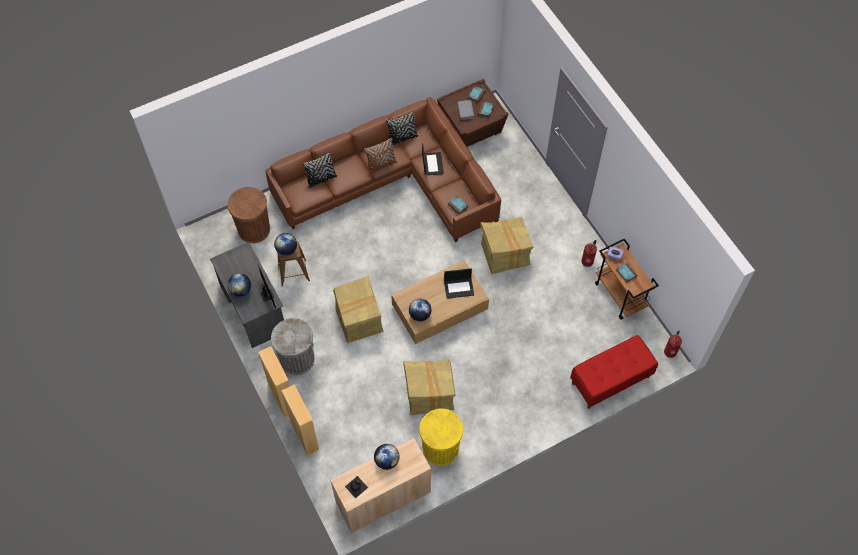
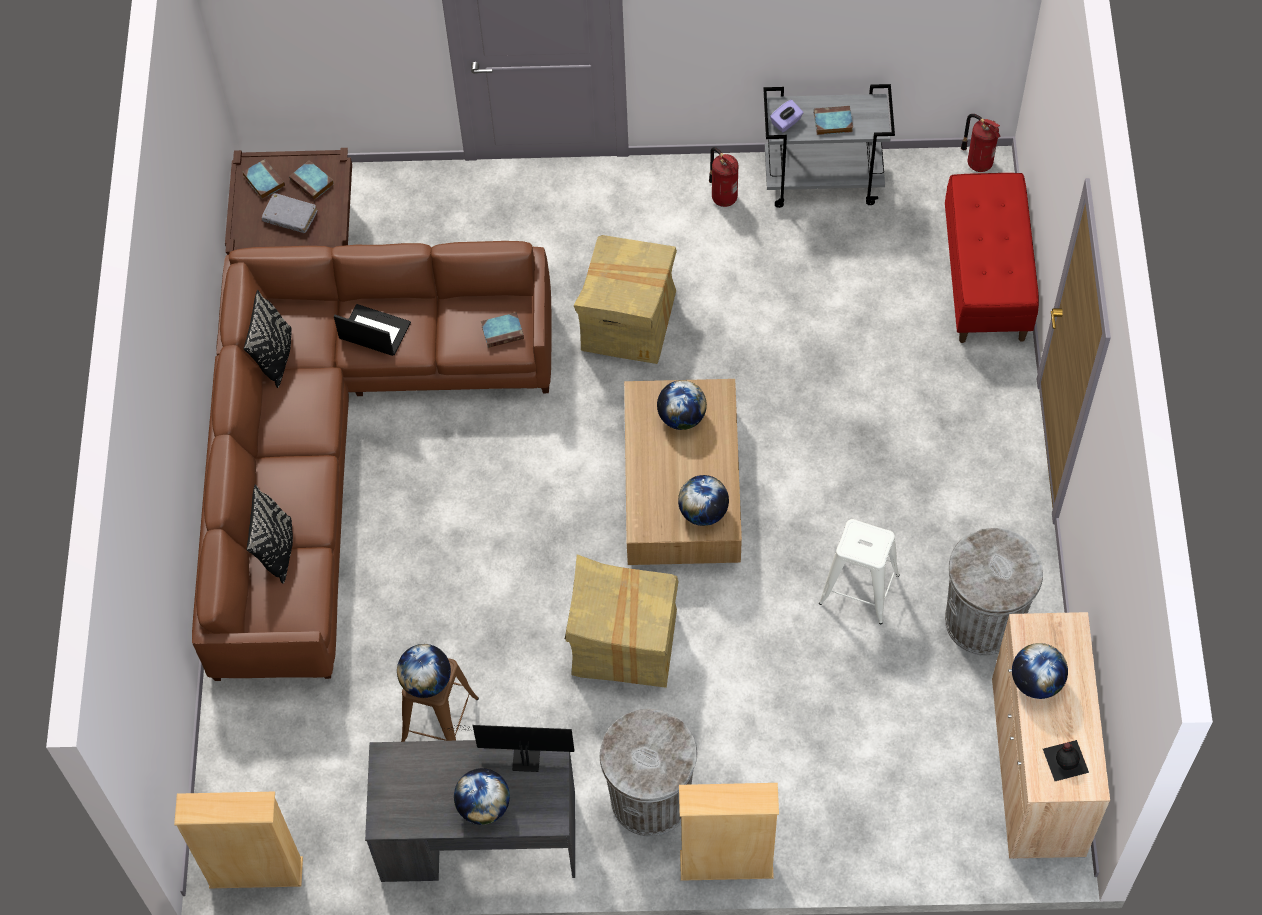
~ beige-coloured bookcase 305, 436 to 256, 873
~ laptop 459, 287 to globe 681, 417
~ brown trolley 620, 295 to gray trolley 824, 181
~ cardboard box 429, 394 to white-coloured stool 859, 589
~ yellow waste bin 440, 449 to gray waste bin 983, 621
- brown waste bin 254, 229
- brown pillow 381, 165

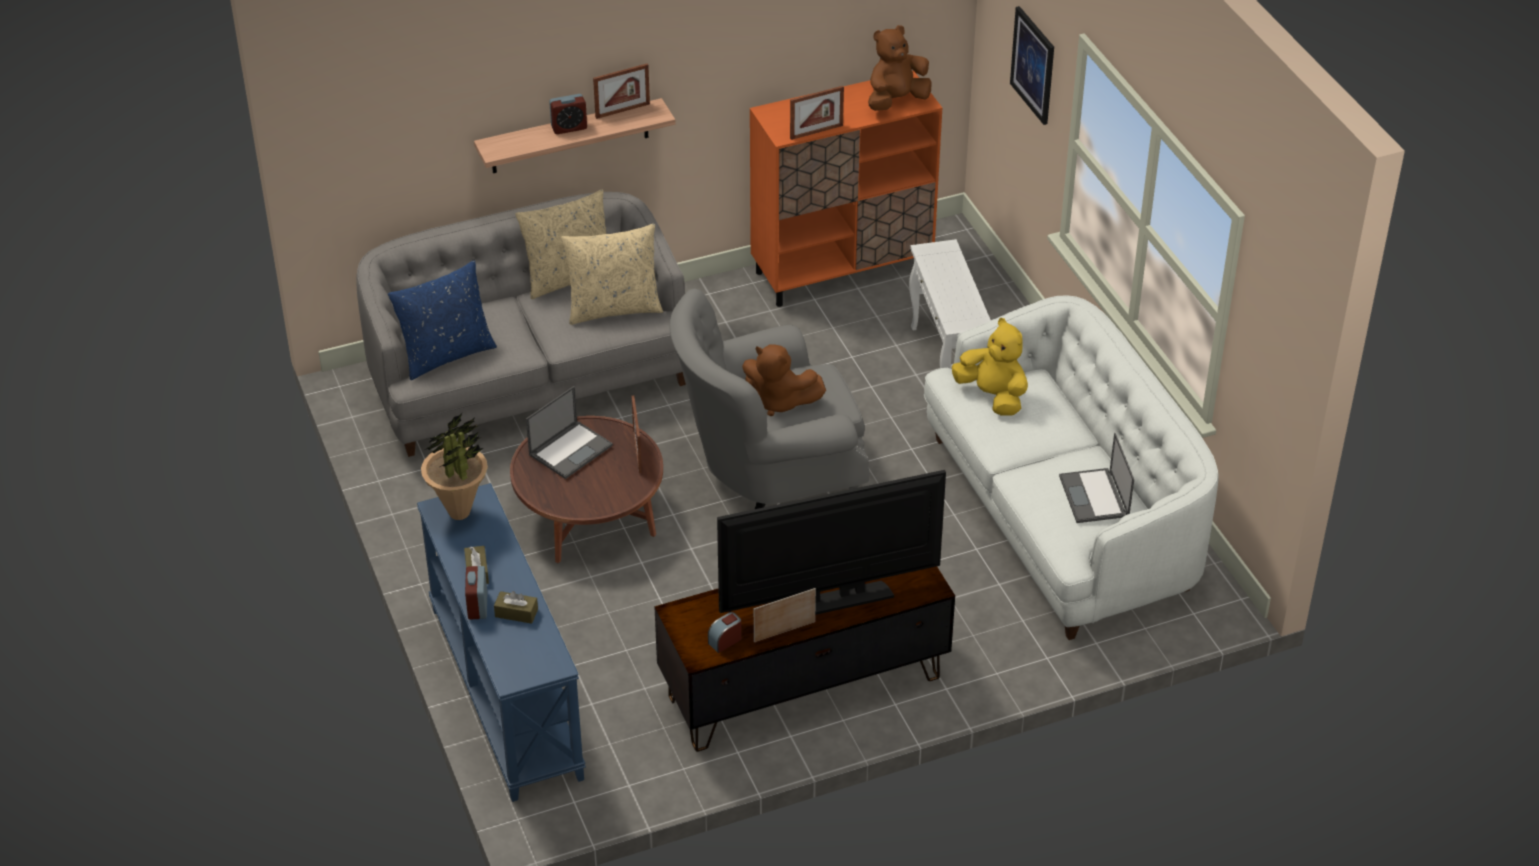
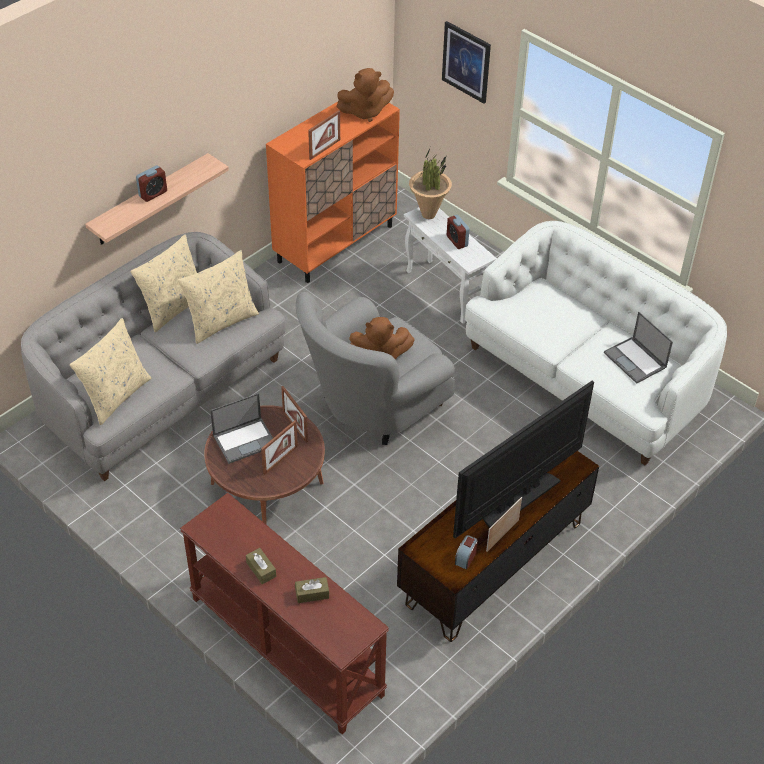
~ bluish pillow 446, 354 to beige-coloured pillow 116, 396
~ bluish console table 504, 692 to brown console table 284, 646
~ laptop 571, 449 = 245, 440 45 degrees clockwise
~ standing frame 622, 110 to 280, 460
~ brown plush toy 896, 101 = 365, 112 135 degrees counterclockwise
~ plant in a pot 459, 512 to 428, 214
~ alarm clock 477, 606 to 457, 241
- yellow plush toy 992, 396

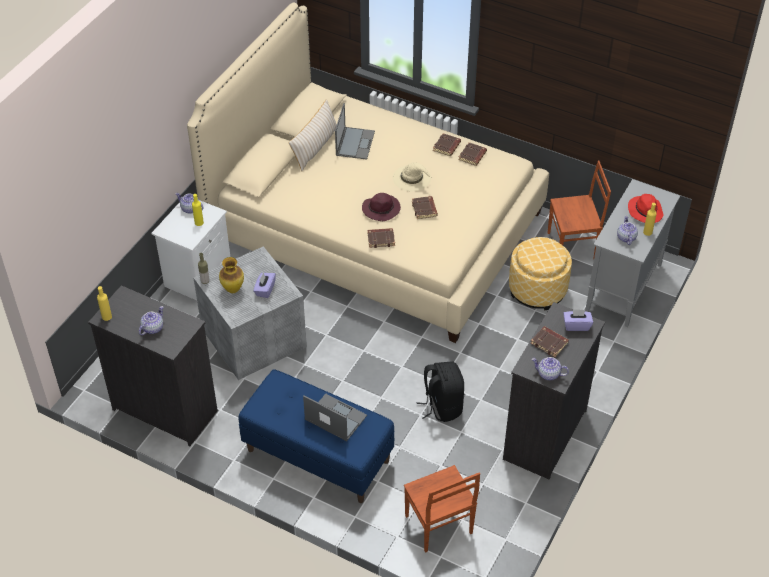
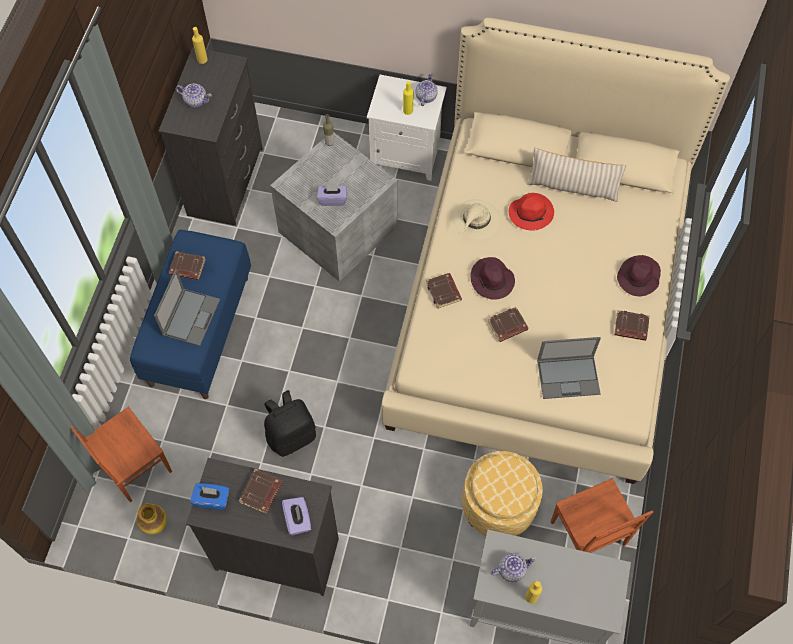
~ flower vase 233, 290 to 155, 526
~ brown bound book 472, 156 to 187, 268
~ pot for tea 548, 374 to bluish box of tissues 212, 500
~ beige-coloured wearable hat 412, 178 to 476, 220
~ reddish wearable hat 645, 211 to 531, 213
~ laptop 355, 143 to 569, 376
+ purple-coloured wearable hat 638, 278

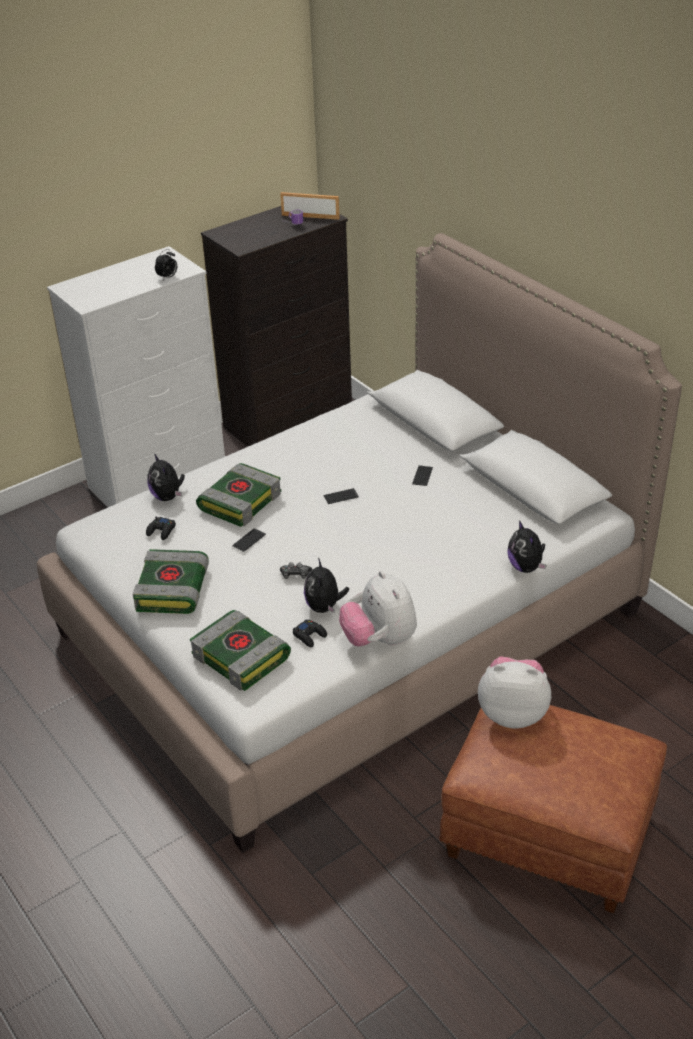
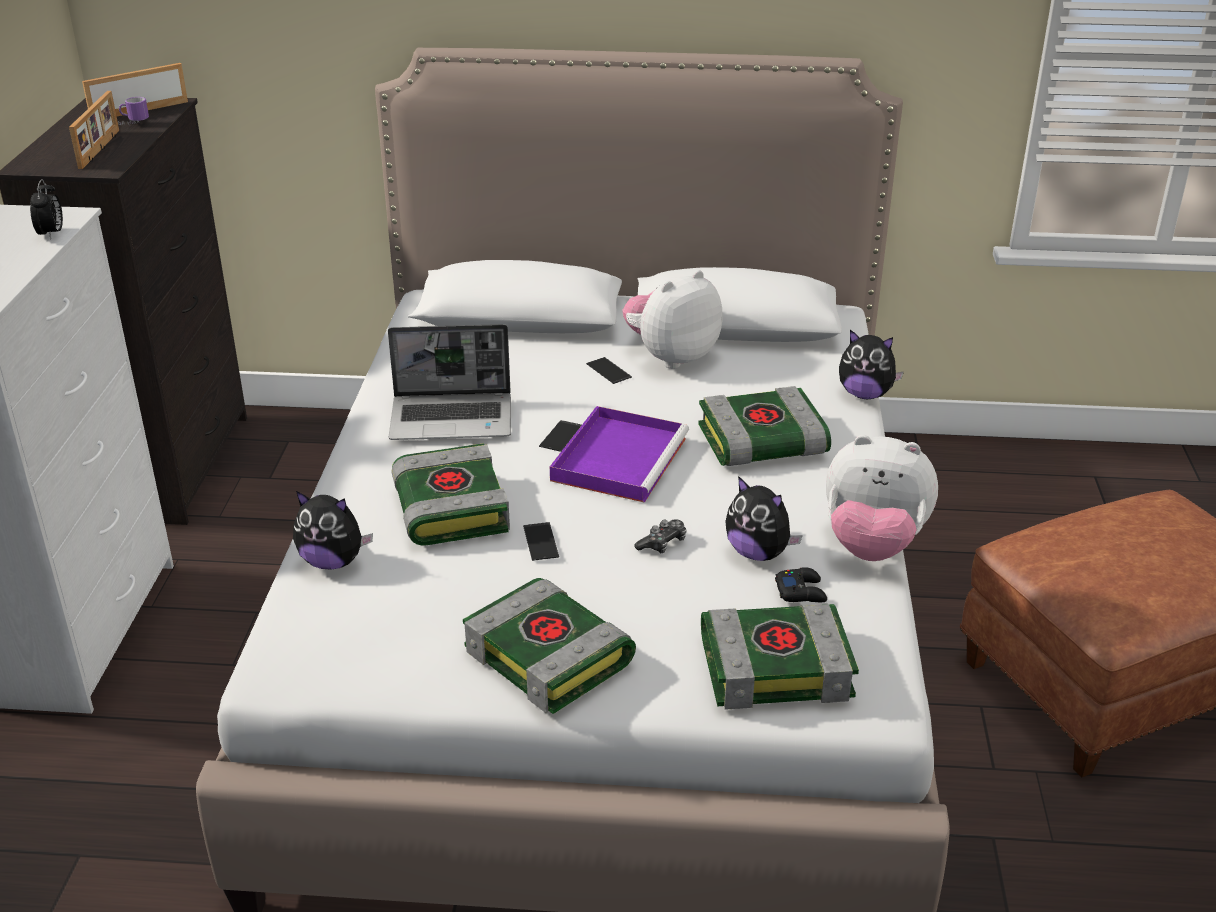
+ standing frame 101, 149
+ laptop 453, 418
+ purple-coloured carrying tray 619, 457
~ plush toy 513, 713 to 671, 356
+ bound book 761, 443
- blackish joypad 161, 531

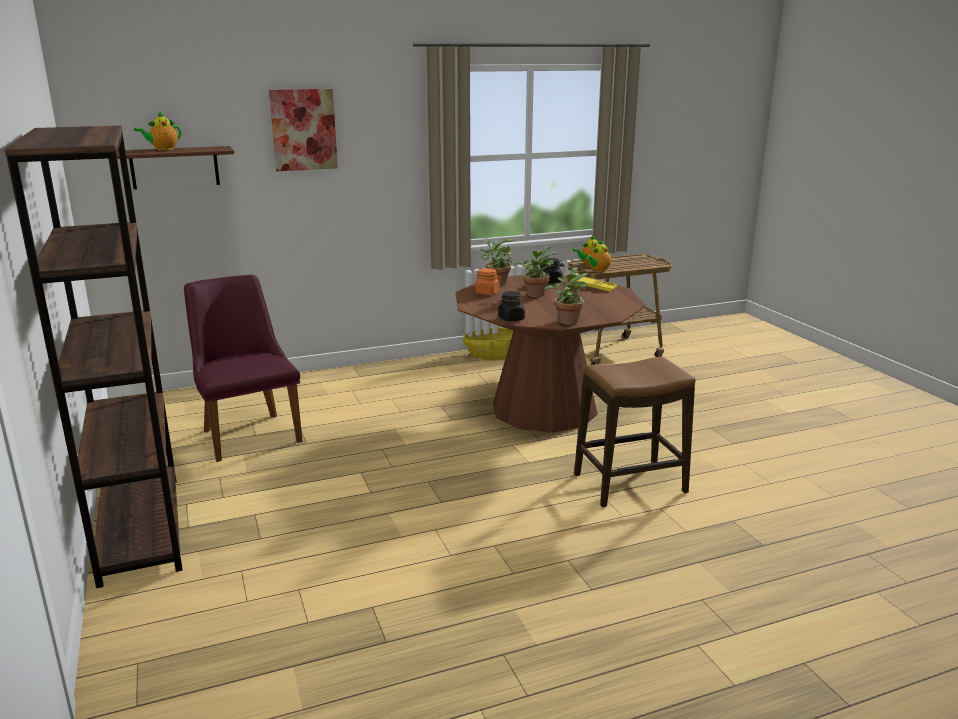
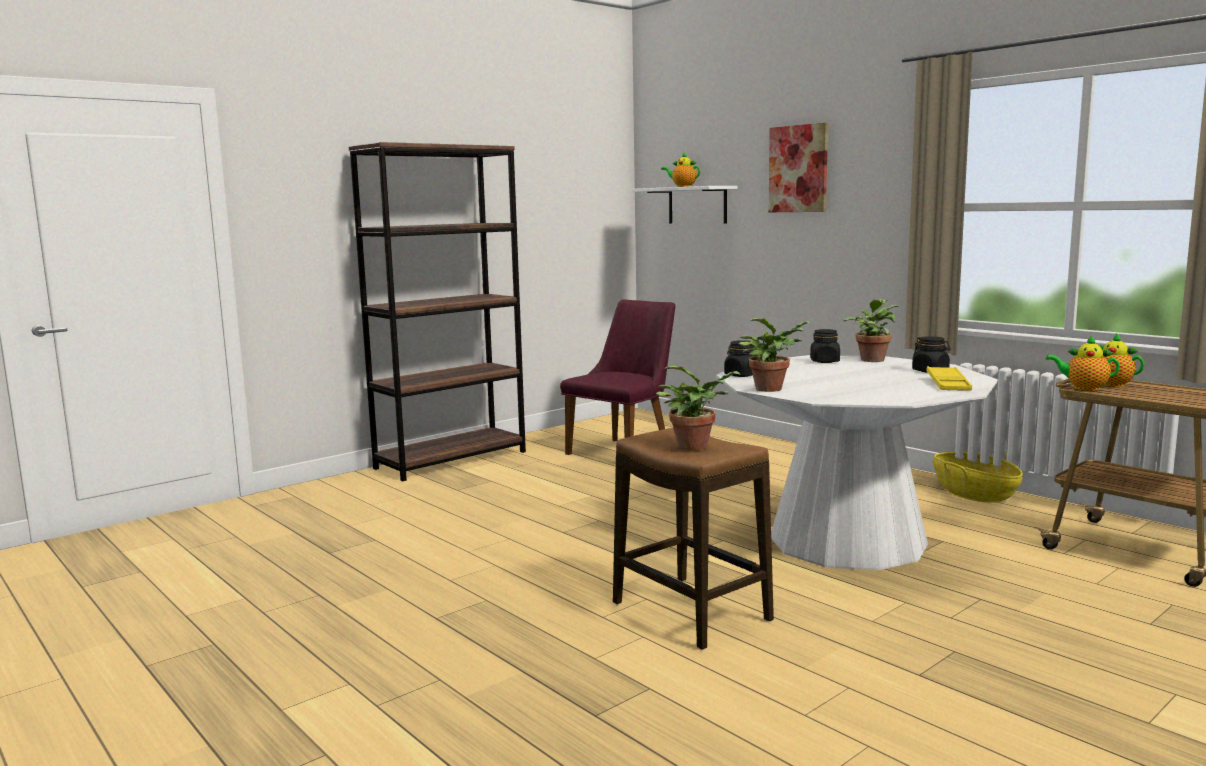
~ brown shelf 174, 167 to white-coloured shelf 697, 205
~ plant in a pot 535, 294 to 696, 446
~ brown dinner table 544, 409 to white-coloured dinner table 847, 540
~ orange preserve jar 487, 293 to blackish preserve jar 825, 361

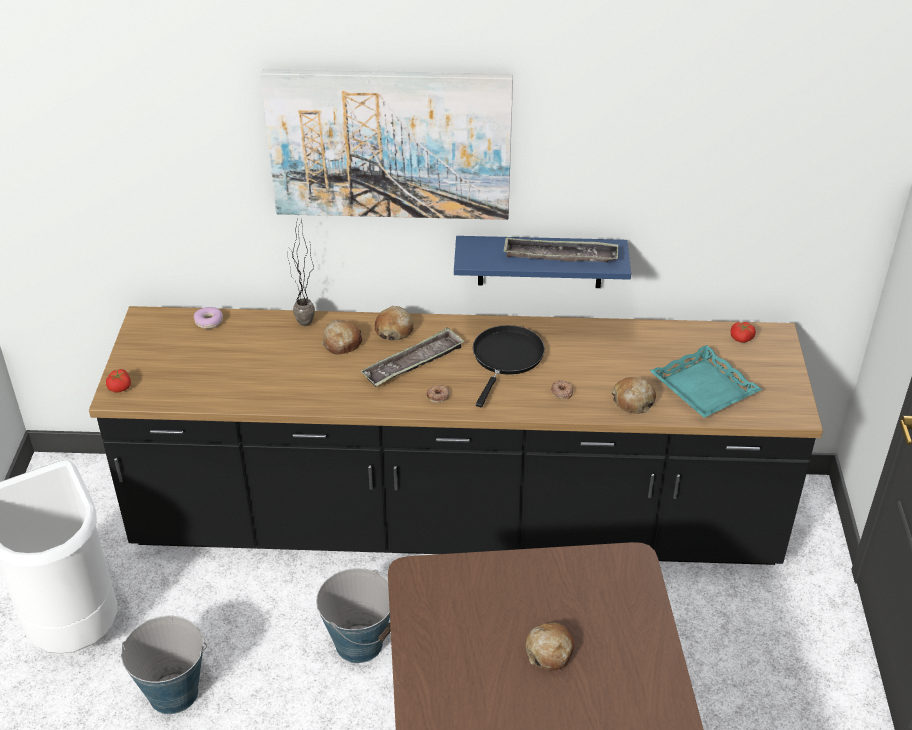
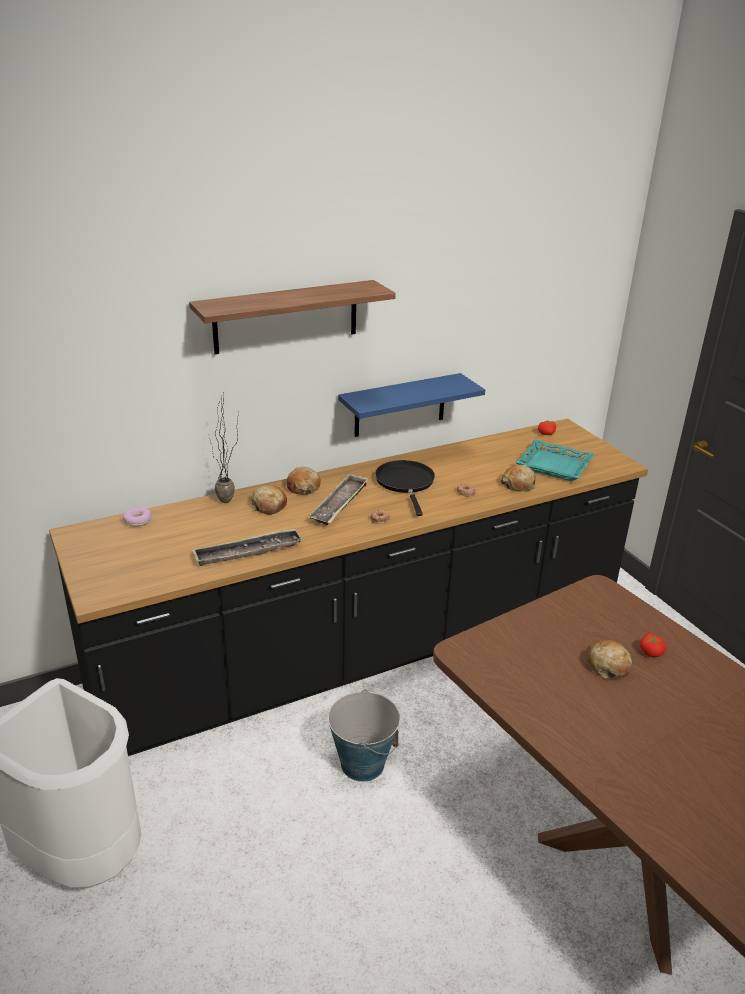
~ wall art 390, 144 to shelf 286, 317
~ carrying tray 560, 256 to 248, 552
~ fresh tomato 120, 387 to 651, 652
- pail 173, 693

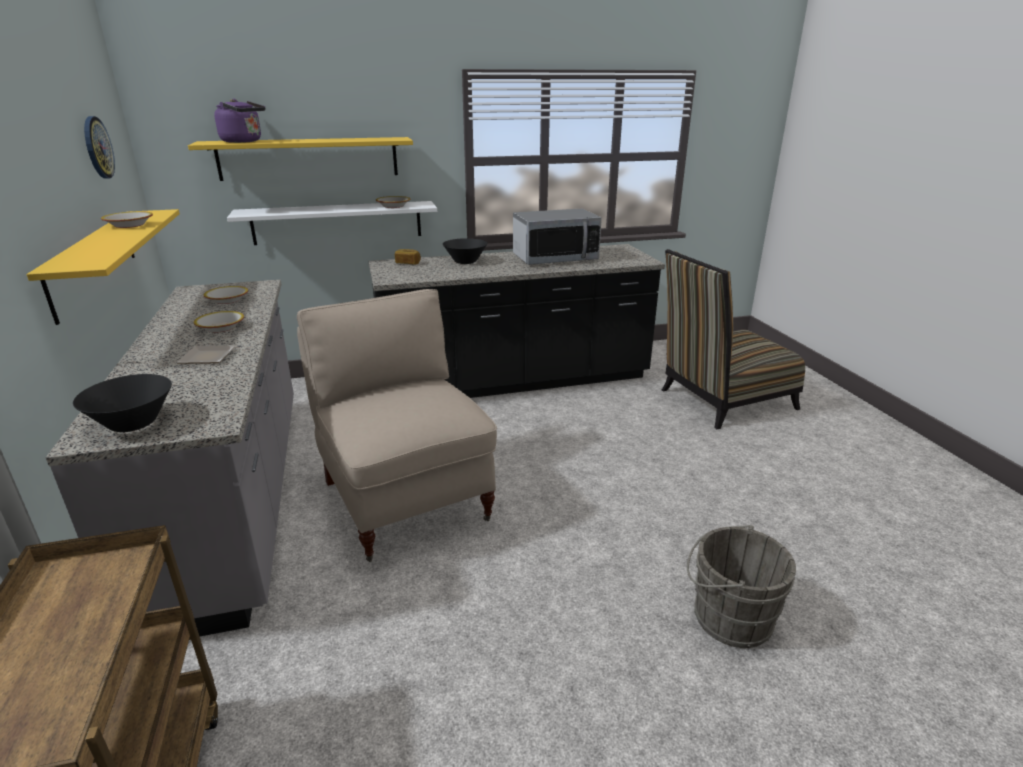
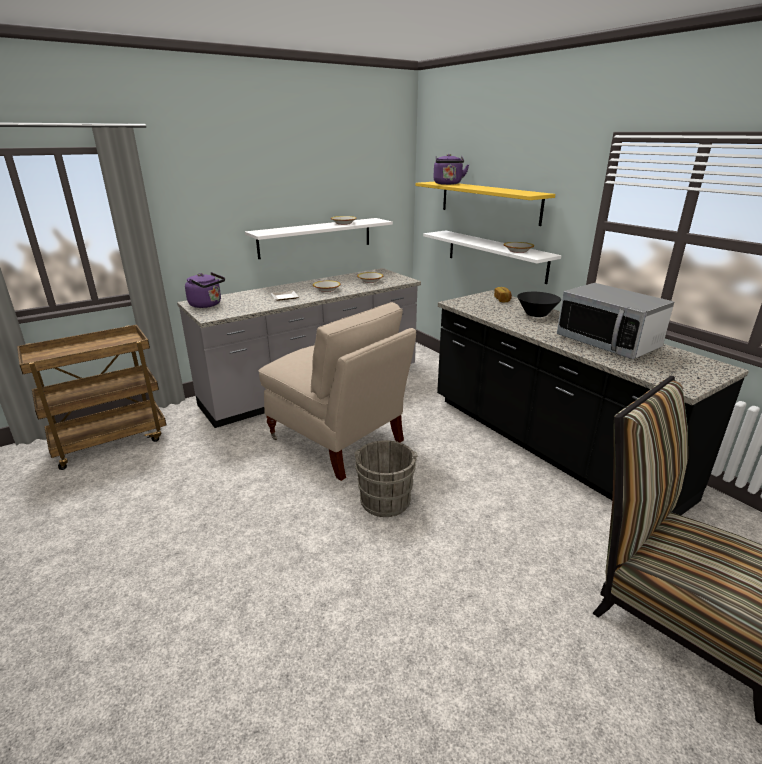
~ blackish deep dish 133, 423 to purple-coloured water kettle 207, 305
~ yellow shelf 93, 261 to white-coloured shelf 316, 237
~ beige-coloured plain chair 405, 499 = 338, 440 90 degrees clockwise
~ gray pail 727, 616 to 385, 498
- hanging clock 97, 147

